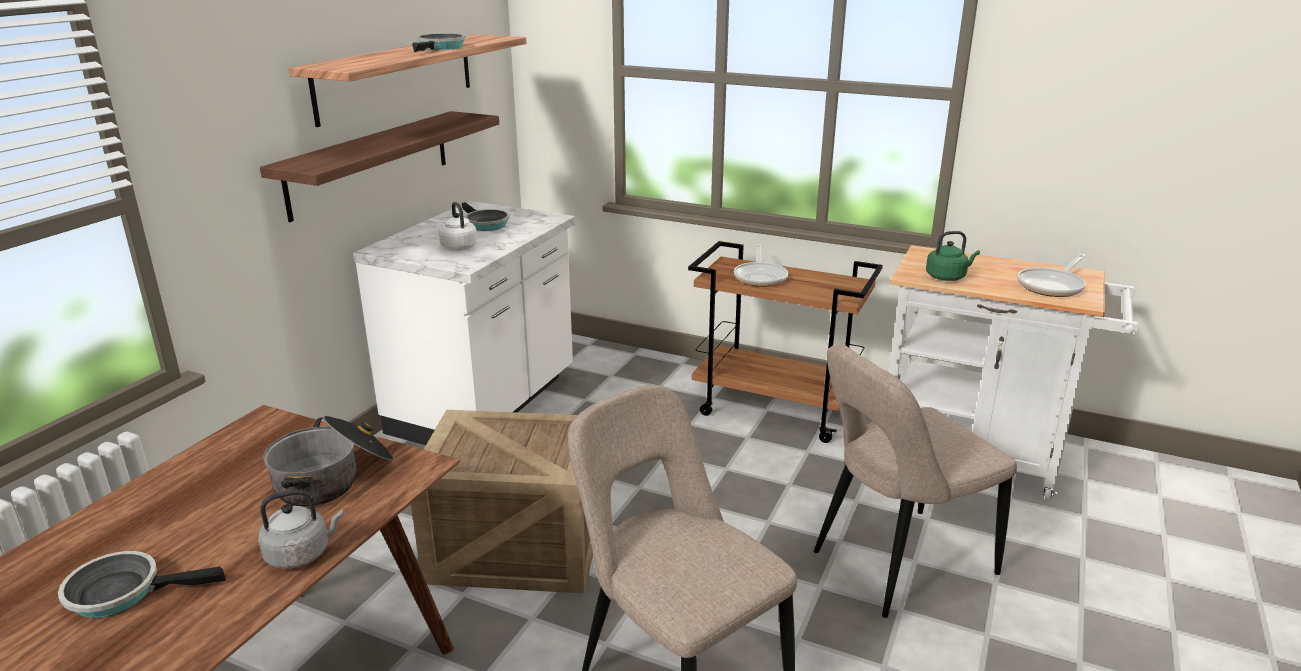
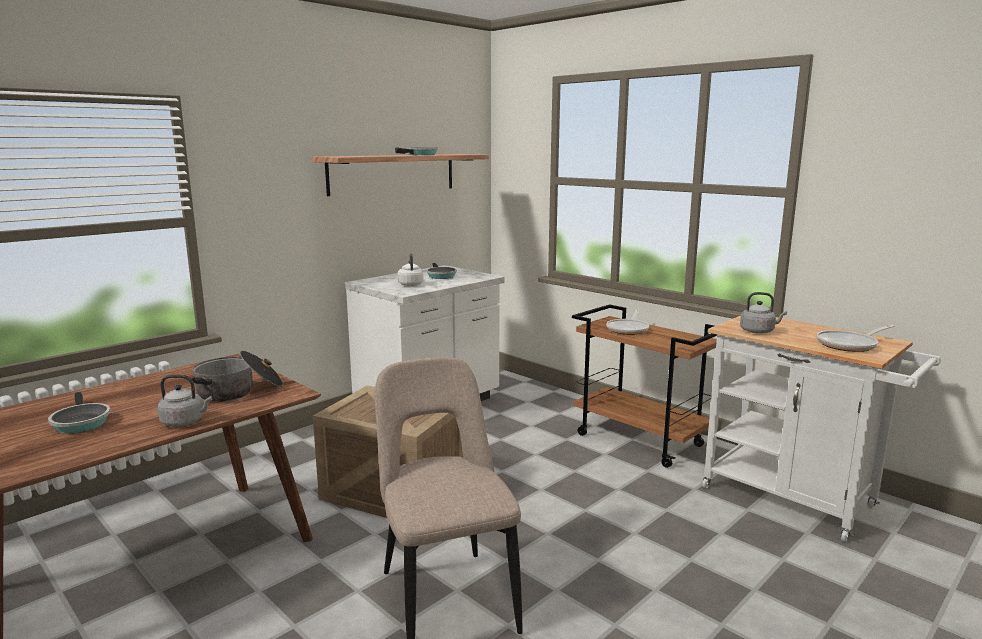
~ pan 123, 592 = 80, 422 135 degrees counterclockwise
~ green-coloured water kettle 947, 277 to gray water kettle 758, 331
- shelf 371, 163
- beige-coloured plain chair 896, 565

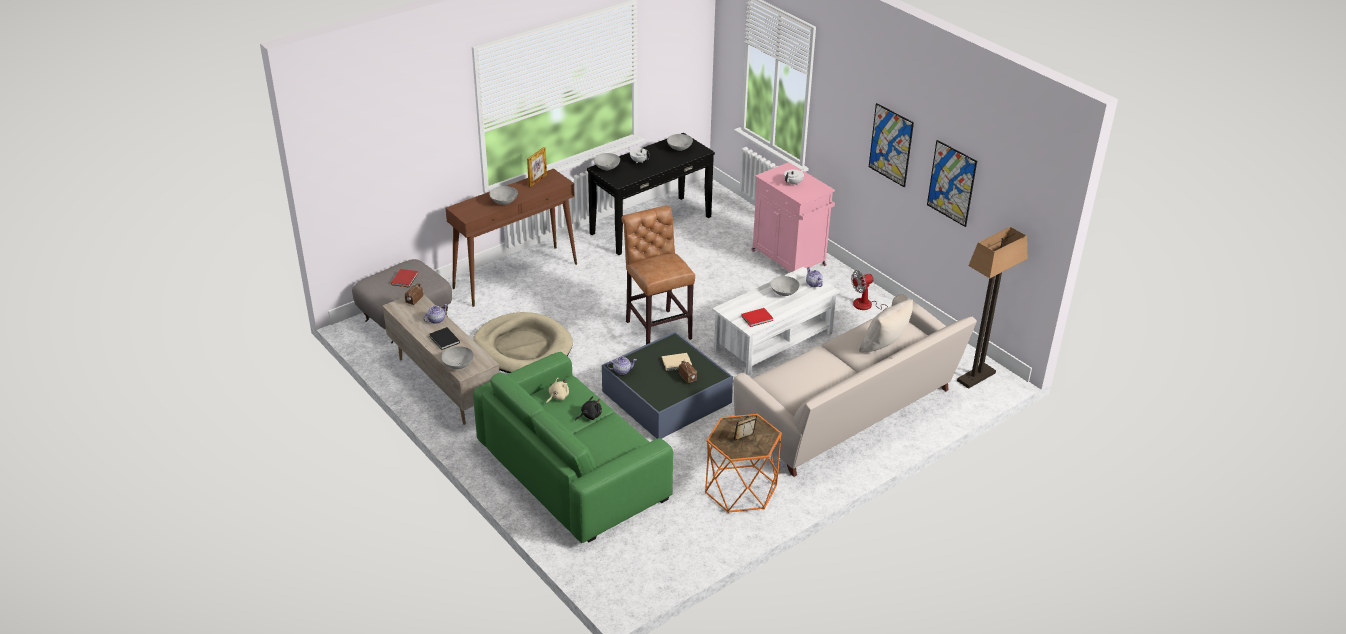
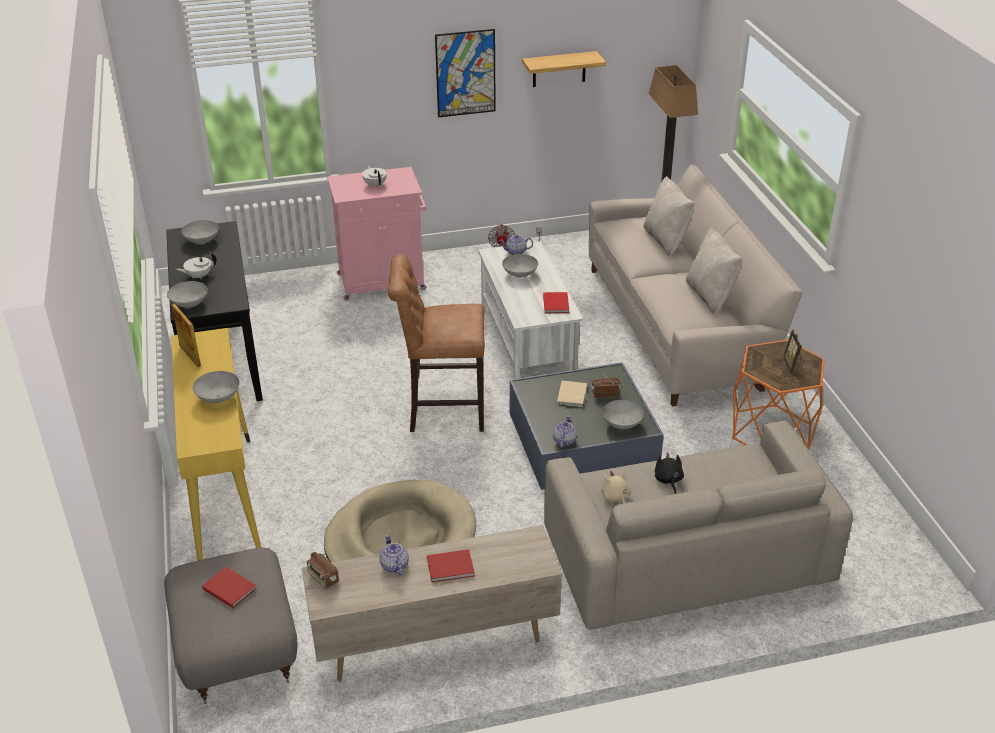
~ brown console table 516, 275 to yellow console table 226, 503
~ blackish bound book 444, 340 to reddish bound book 452, 568
~ wall art 951, 183 to shelf 559, 69
~ green-coloured settee 572, 471 to beige-coloured settee 686, 558
~ gray deep dish 458, 365 to 621, 424
+ beige-coloured pillow 710, 295

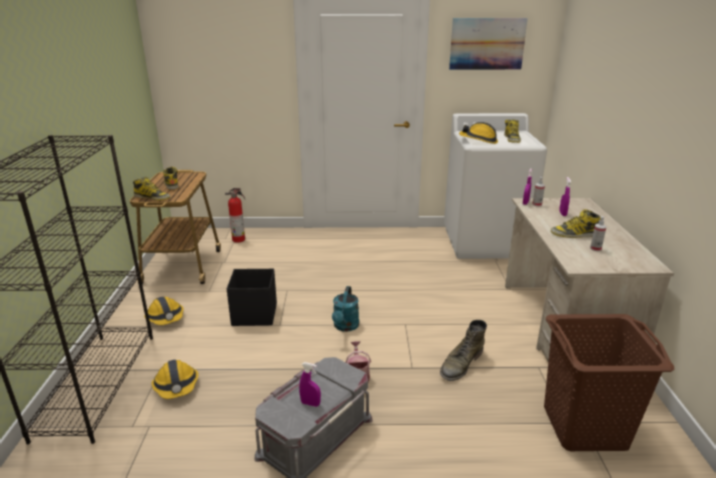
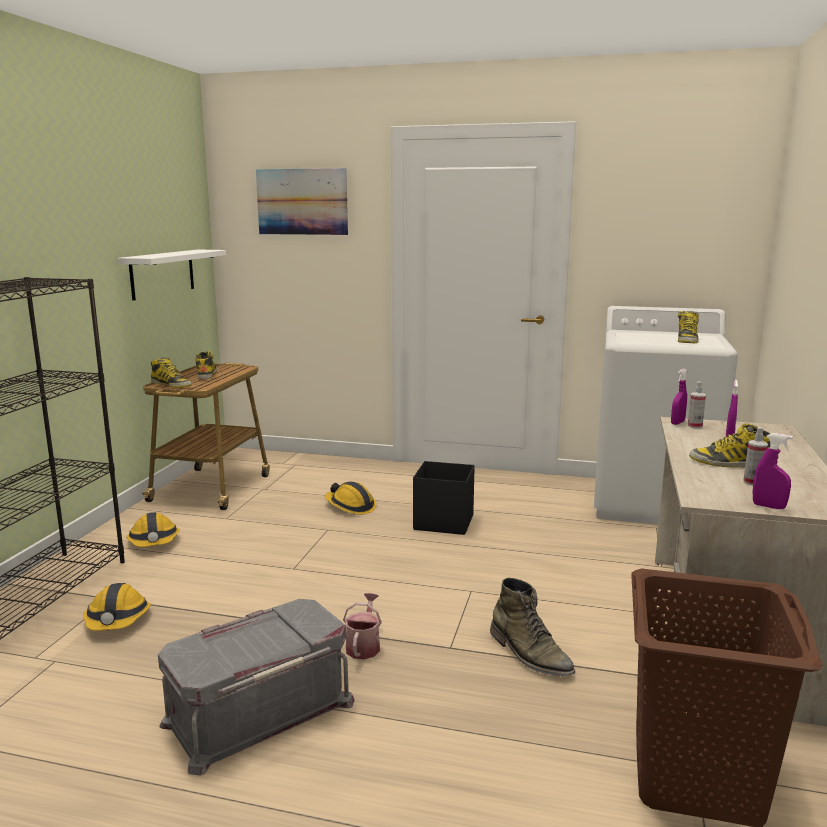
+ white-coloured shelf 162, 273
~ wall art 487, 44 to 302, 202
~ safety helmet 478, 140 to 350, 506
~ blackish storage box 254, 314 to 443, 522
~ green-coloured tall boot 461, 364 = 530, 654 90 degrees counterclockwise
~ purple-coloured hand sprayer 310, 403 to 768, 506
- fire-fighting cylinder 239, 239
- turquoise-coloured watering pot 345, 327

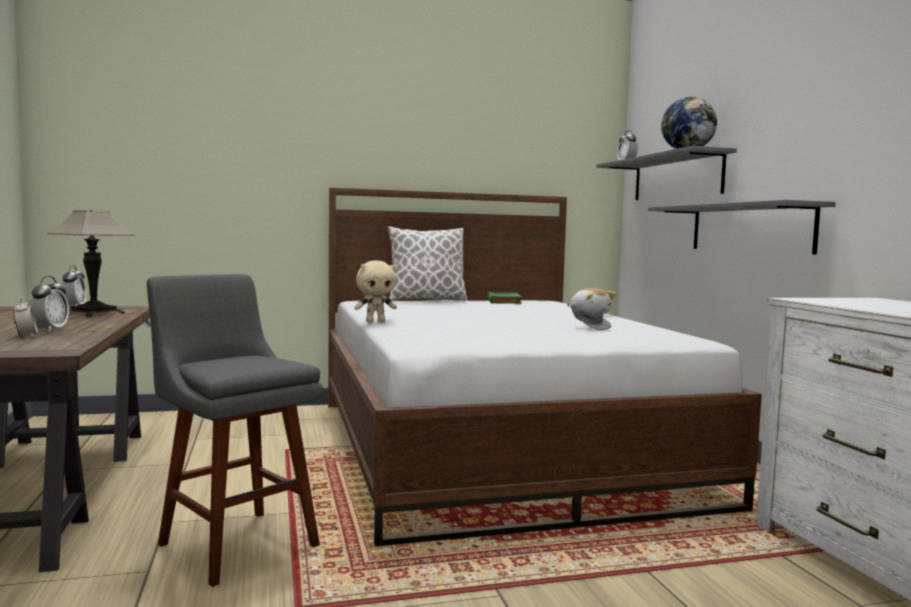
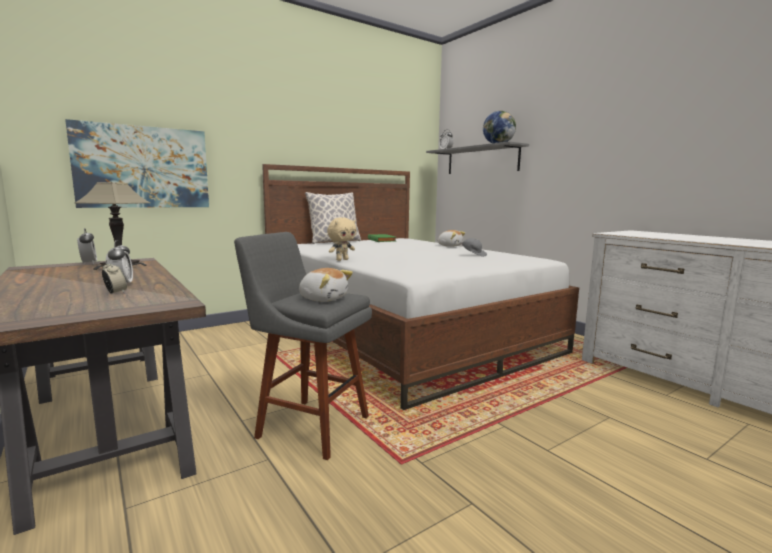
+ wall art 143, 167
+ plush toy 323, 299
- gray shelf 749, 228

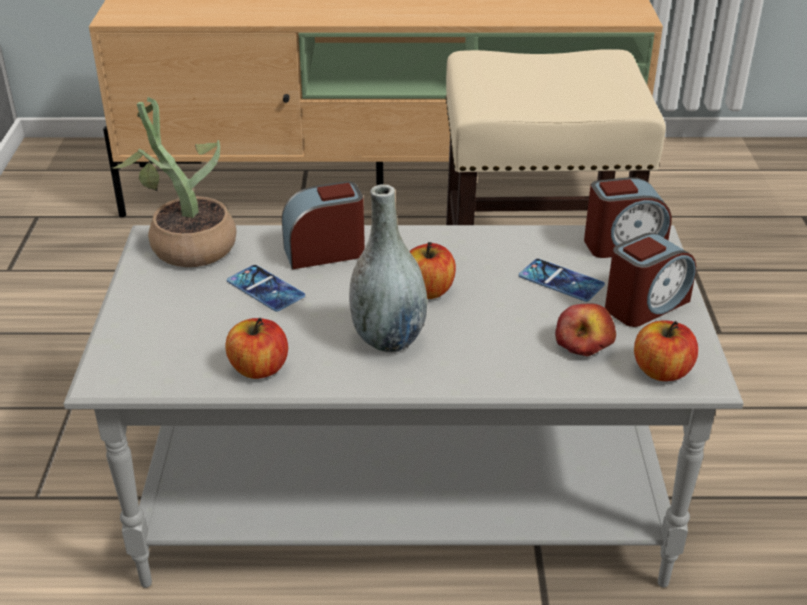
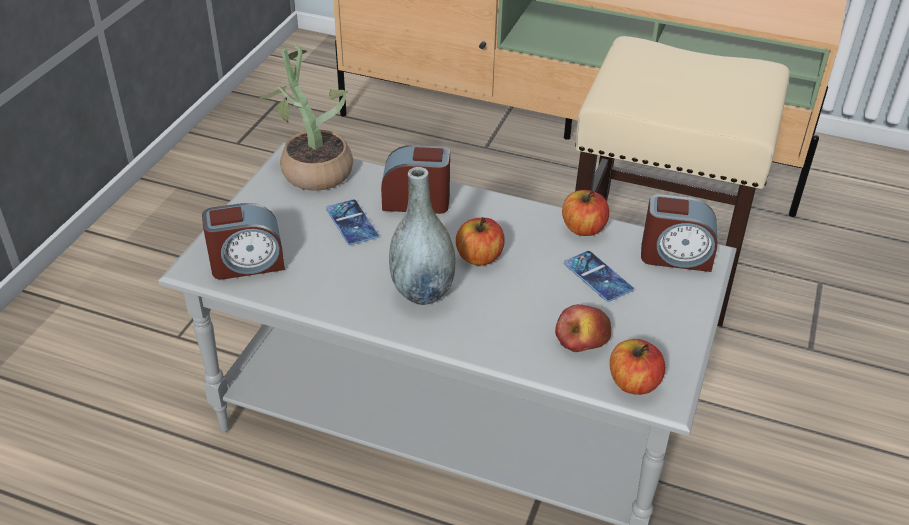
~ alarm clock 645, 305 to 247, 263
~ whole apple 259, 368 to 583, 228

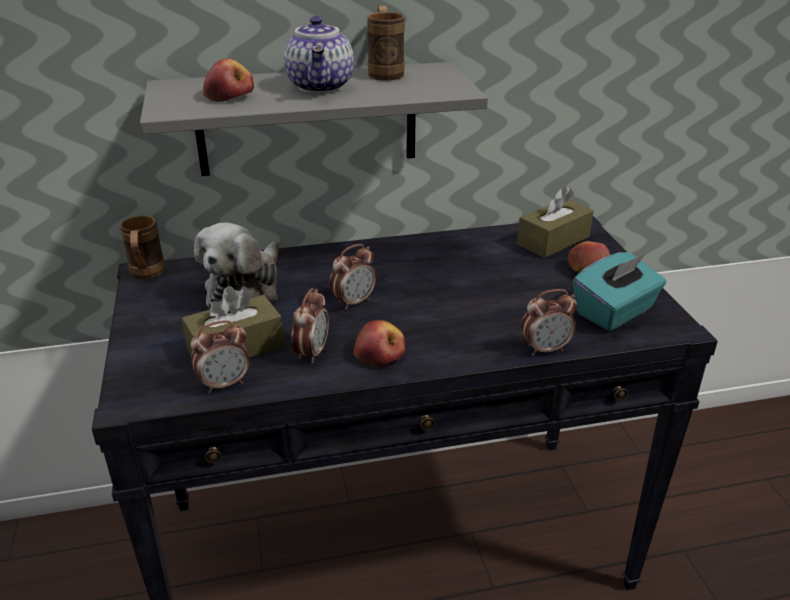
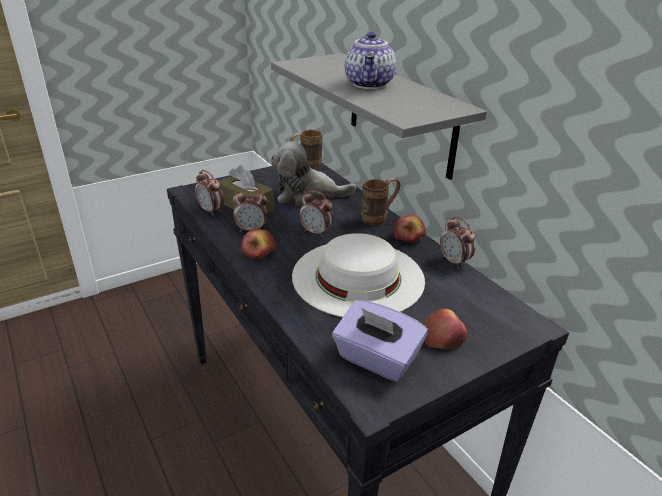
+ white-coloured wearable hat 358, 277
~ turquoise-coloured box of tissues 615, 312 to purple-coloured box of tissues 376, 359
~ pot for tea 322, 87 = 370, 84 60 degrees counterclockwise
~ brown mug 385, 72 to 379, 218
~ whole apple 229, 96 to 409, 237
~ alarm clock 545, 349 to 454, 261
- brown box of tissues 553, 240

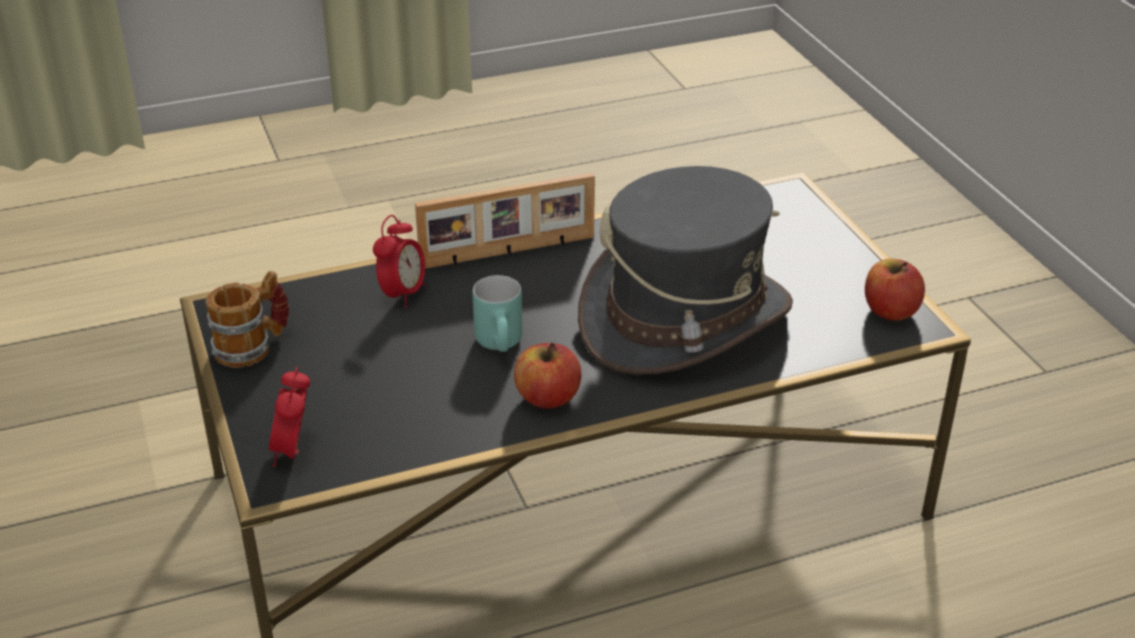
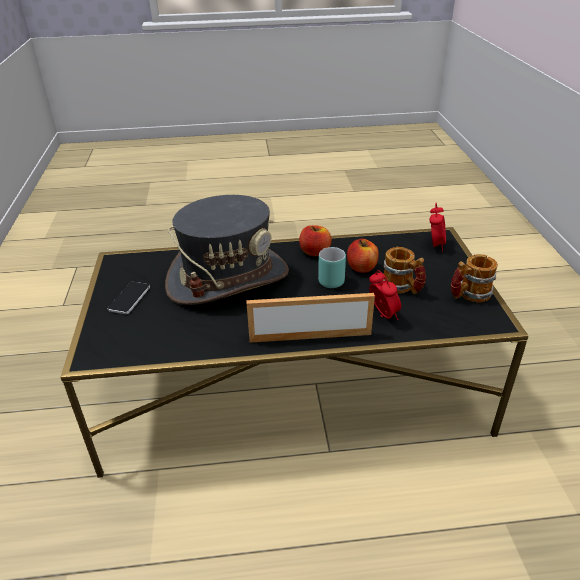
+ handset 129, 298
~ whole apple 890, 311 to 362, 268
~ alarm clock 402, 294 = 383, 315 120 degrees clockwise
+ mug 402, 288

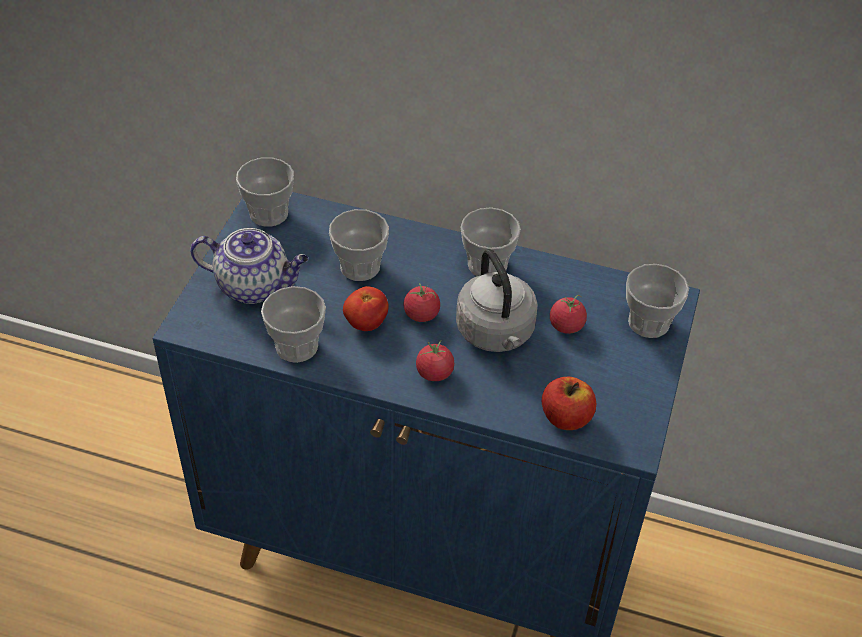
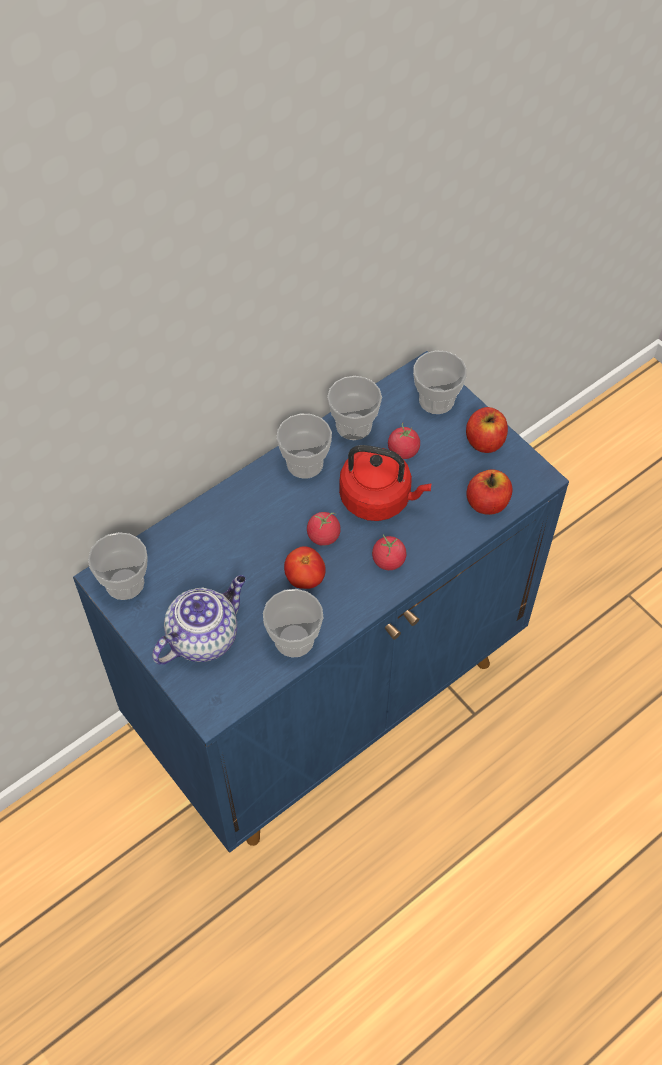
~ cup 360, 267 to 353, 426
~ gray water kettle 496, 334 to reddish water kettle 379, 499
+ whole apple 484, 441

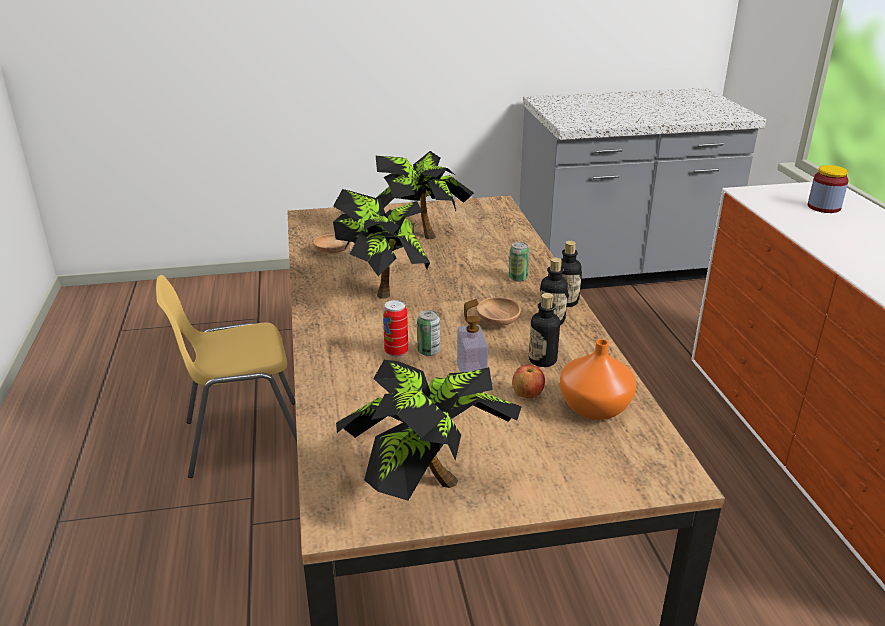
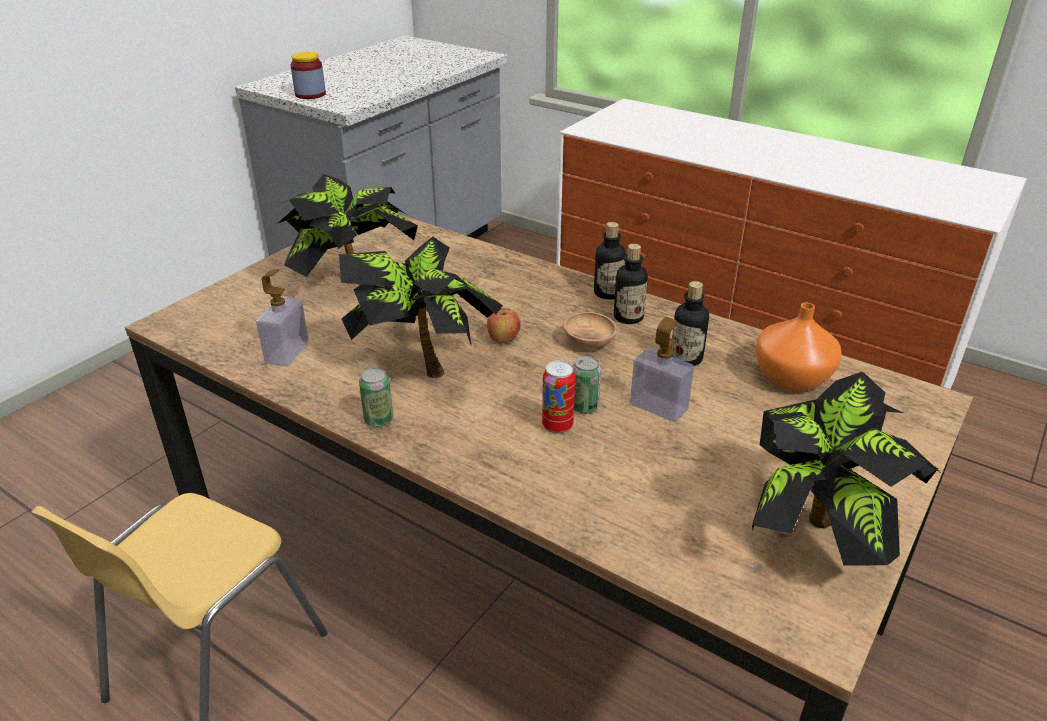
~ brown deep dish 333, 252 to liquid soap bottle 287, 352
~ preserve jar 823, 207 to 310, 94
~ metal can 518, 278 to 379, 420
~ whole apple 527, 394 to 503, 339

